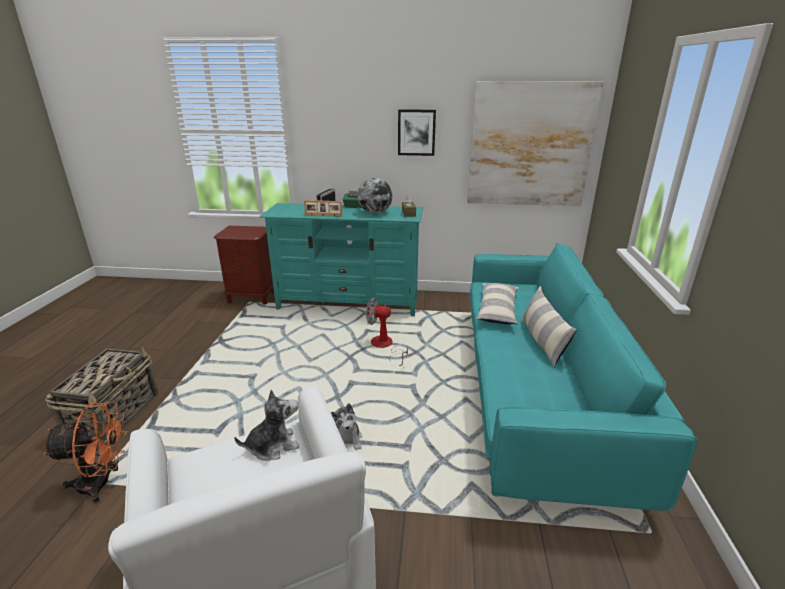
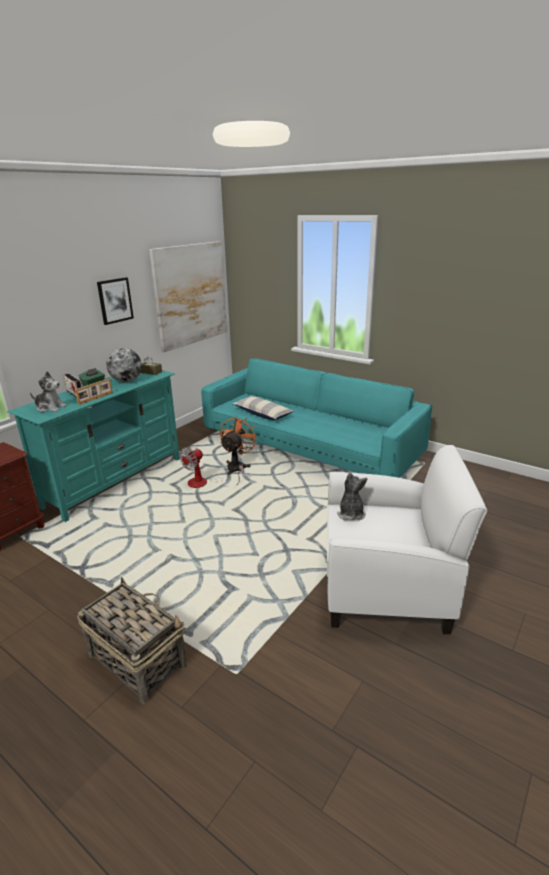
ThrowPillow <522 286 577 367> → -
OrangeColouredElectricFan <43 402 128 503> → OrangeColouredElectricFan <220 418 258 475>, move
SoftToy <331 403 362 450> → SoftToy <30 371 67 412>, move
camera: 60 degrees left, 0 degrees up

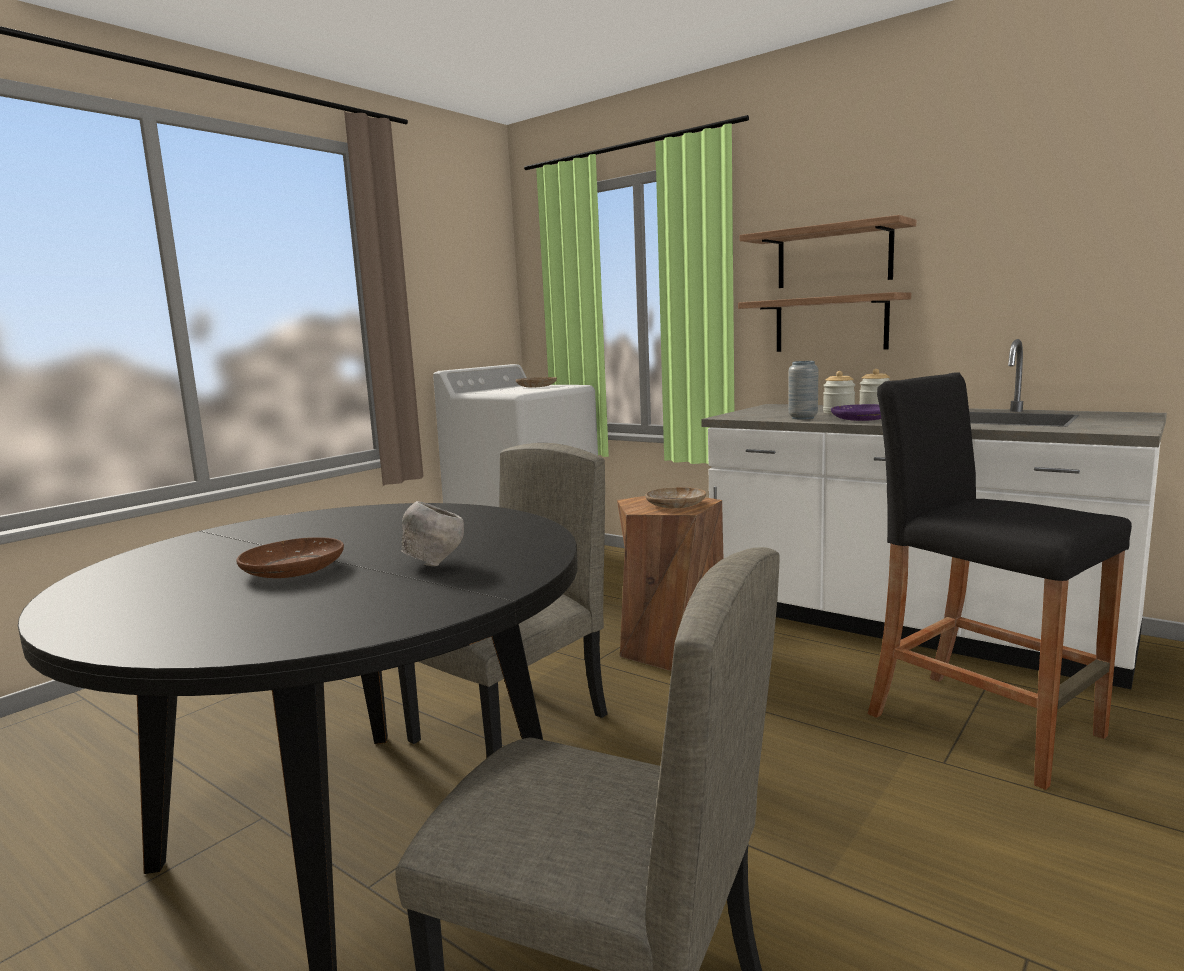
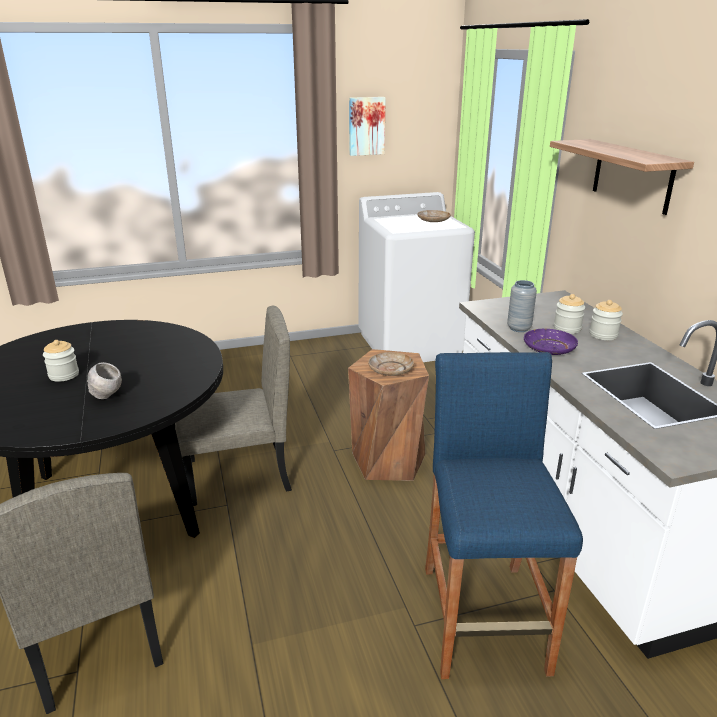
Shelf <738 292 911 352> → -
BlackishStoolSeat <868 372 1132 790> → BluishStoolSeat <425 352 583 679>
BrownColouredDinnerPlate <236 537 344 578> → Jar <43 340 79 382>
- → WallPicture <349 97 386 156>
camera: 35 degrees right, 15 degrees up

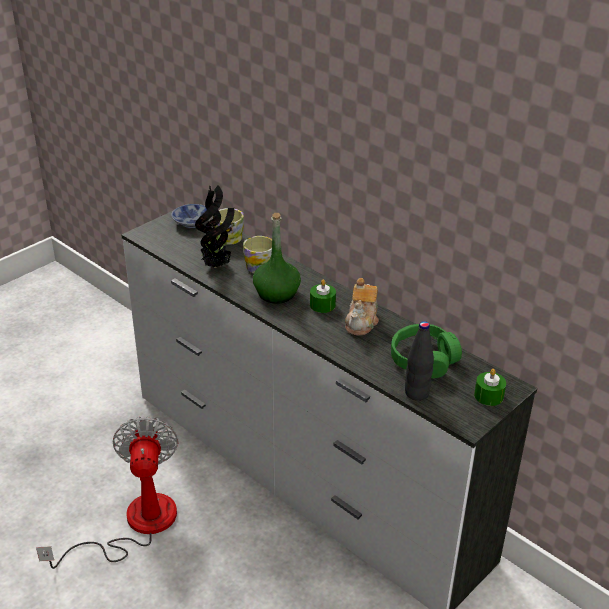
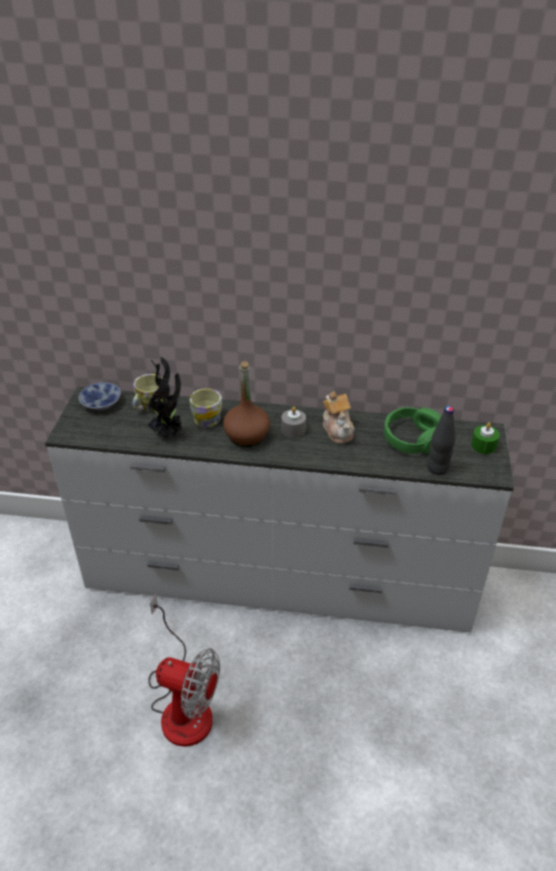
GreenColouredBottle <253 213 301 304> → BrownColouredBottle <223 361 270 447>
GreenColouredWaxLight <310 280 336 313> → GreyishWaxLight <281 406 306 437>
ElectricFan <36 416 179 569> → ElectricFan <148 594 220 747>, 150 degrees clockwise
camera: 35 degrees left, 5 degrees up

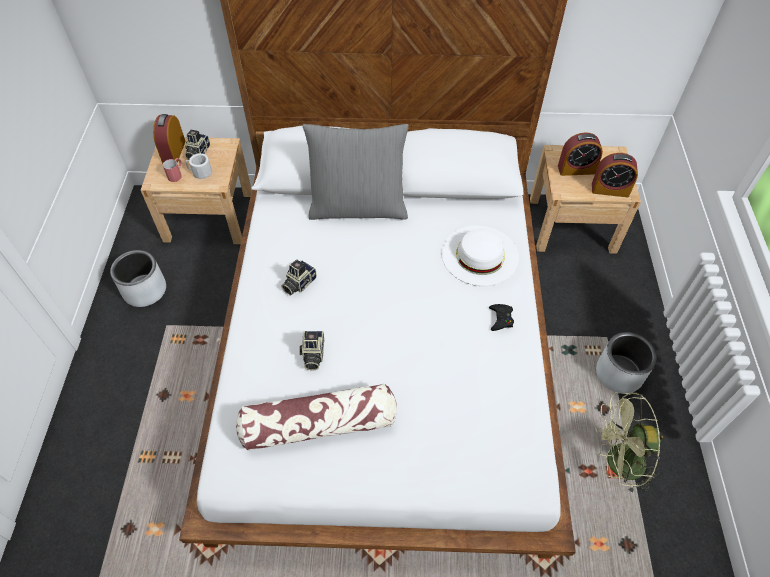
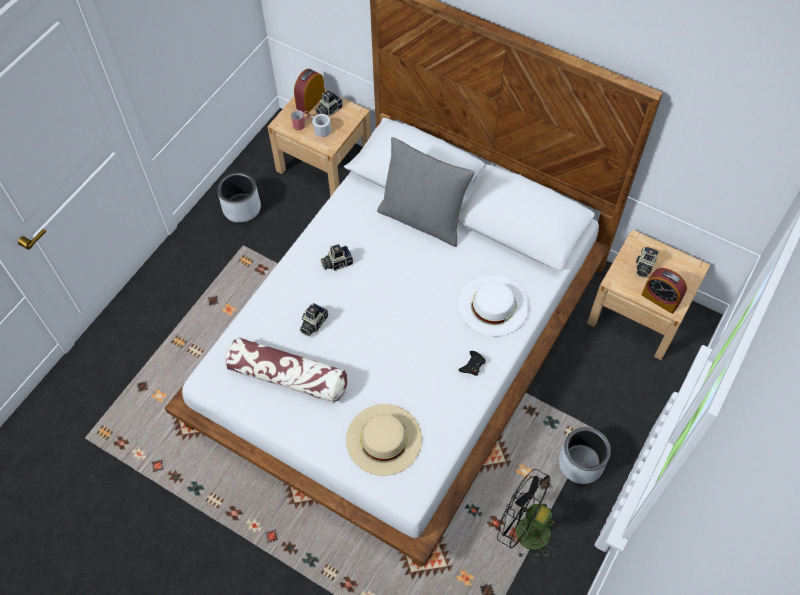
TableClock <558 133 603 176> → PhotoCamera <636 246 659 278>
GreenColouredElectricFan <596 393 664 495> → BlackishElectricFan <497 469 556 563>
- → BeigeColouredWearableHat <346 404 422 476>
camera: 30 degrees right, 5 degrees up

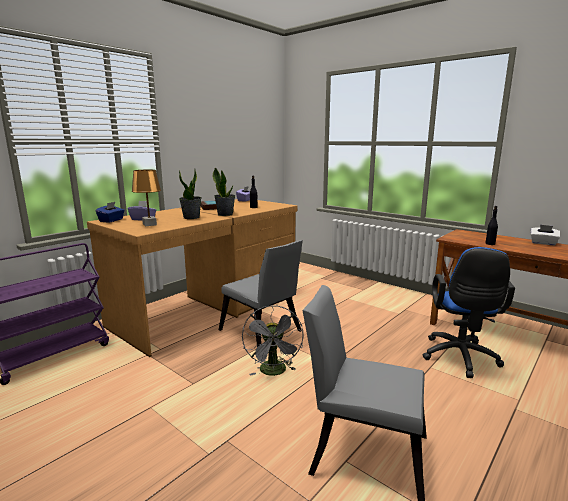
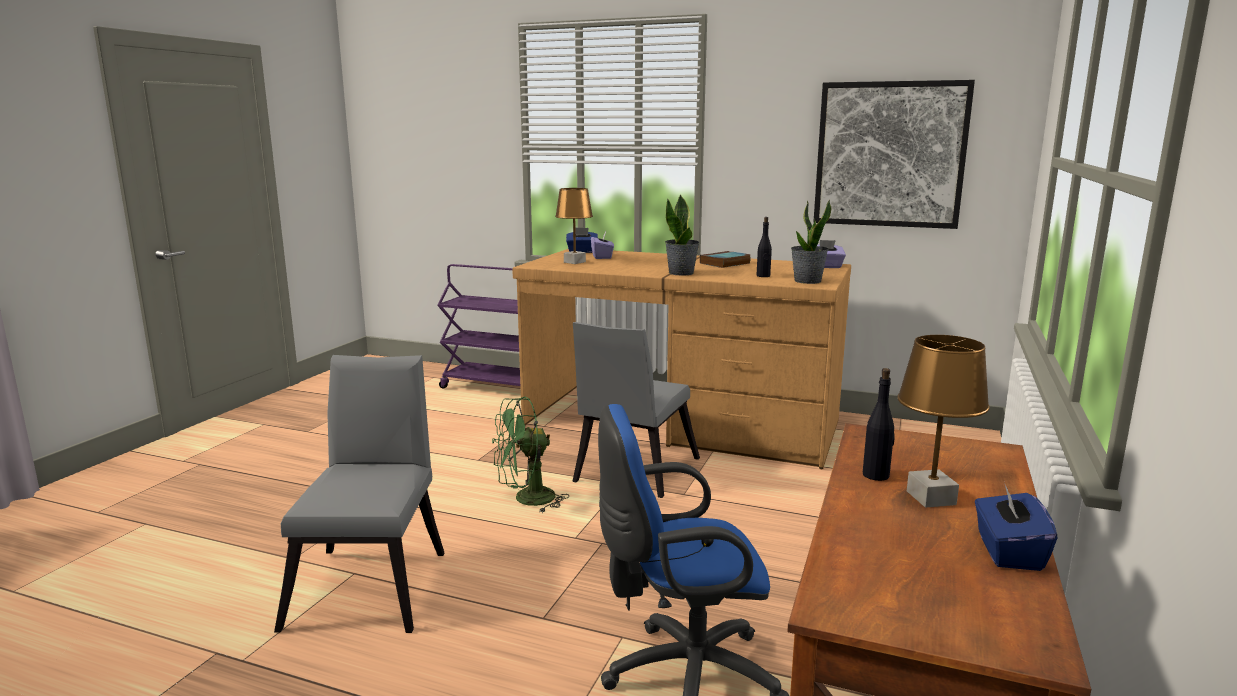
PottedPlant <179 170 201 219> → PottedPlant <791 200 832 284>, move
WhitishTissueBox <531 224 560 245> → BluishTissueBox <975 483 1058 571>
GreyishElectricFan <242 305 303 376> → GreenColouredElectricFan <492 397 569 513>
- → WallPicture <813 80 975 229>
- → BrownColouredLampForATable <897 335 990 508>
camera: 70 degrees right, 0 degrees up

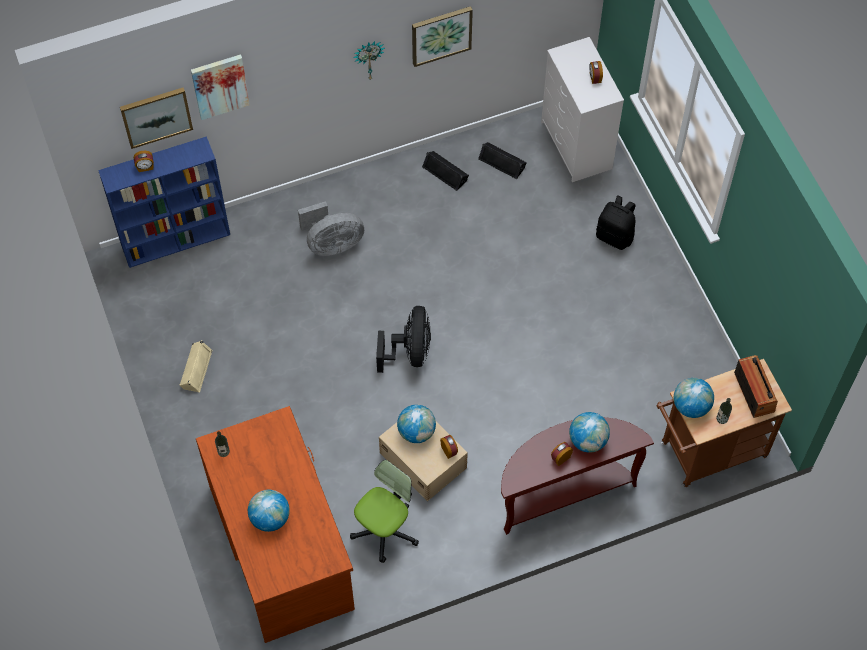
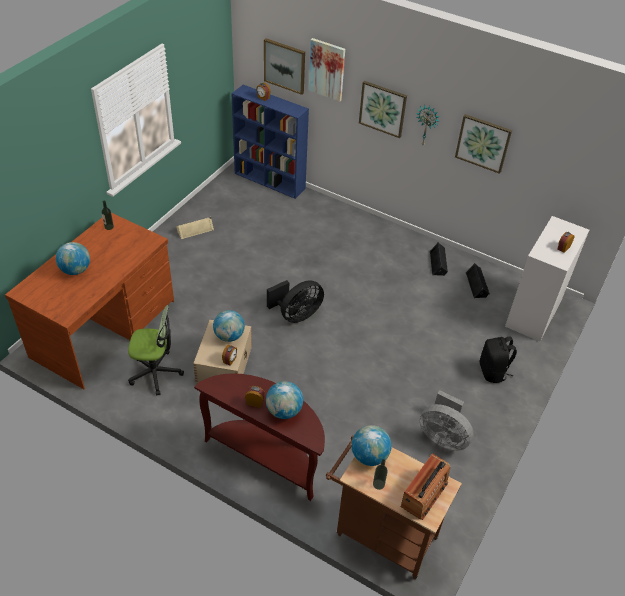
GreyishElectricFan <298 201 364 256> → GreyishElectricFan <420 390 473 451>, move
- → WallPicture <359 81 407 138>
camera: 50 degrees right, 15 degrees down

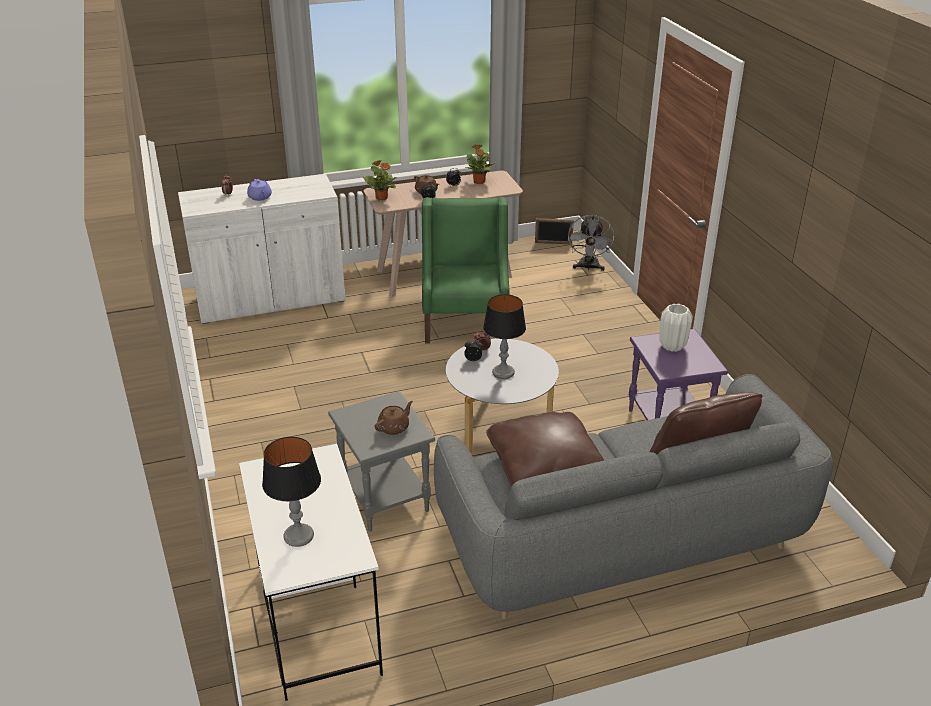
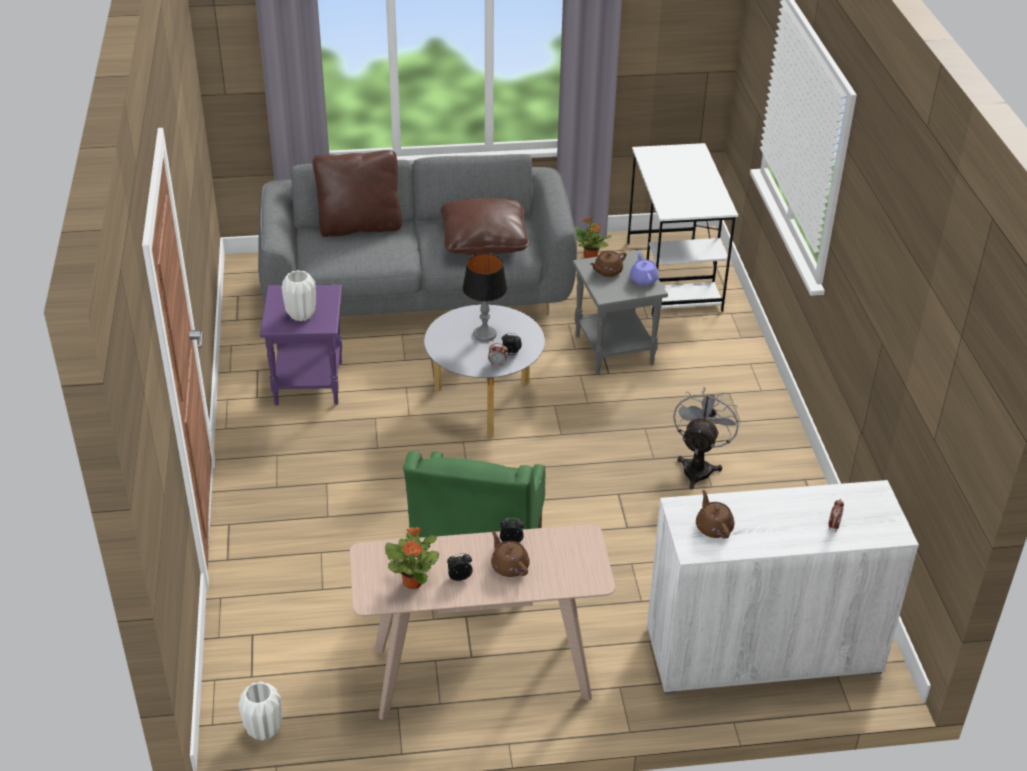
PottedPlant <363 160 397 200> → PottedPlant <575 217 612 258>, move
PurpleTeapot <247 179 272 201> → PurpleTeapot <630 252 659 286>, move
GreyishElectricFan <568 215 614 271> → GreyishElectricFan <673 387 740 490>, move
PhotoFrame <535 218 574 244> → WhitishDecorativeVase <238 681 282 741>
LampForATable <262 437 321 547> → -
- → BrownColouredTeapot <696 490 734 539>
camera: 170 degrees left, 5 degrees up

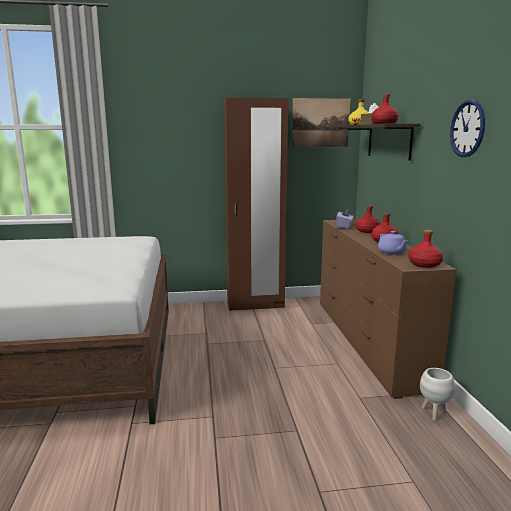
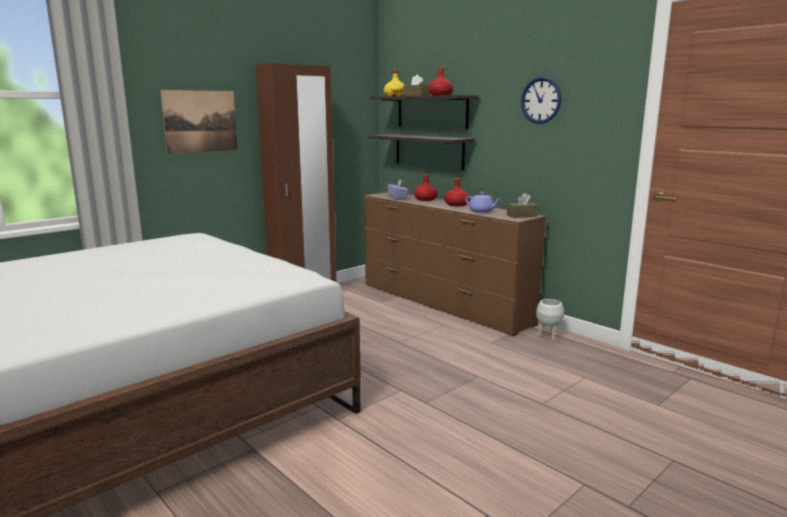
WallPicture <292 98 350 147> → WallPicture <160 90 238 154>, move
RedBottle <408 230 443 268> → BrownColouredTissueBox <507 193 539 218>
- → Shelf <368 134 474 170>
camera: 35 degrees left, 0 degrees up

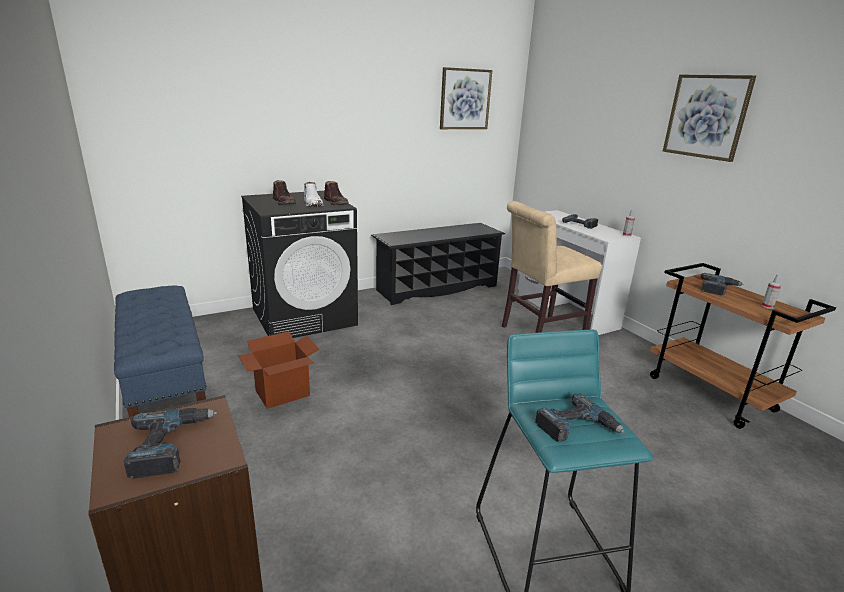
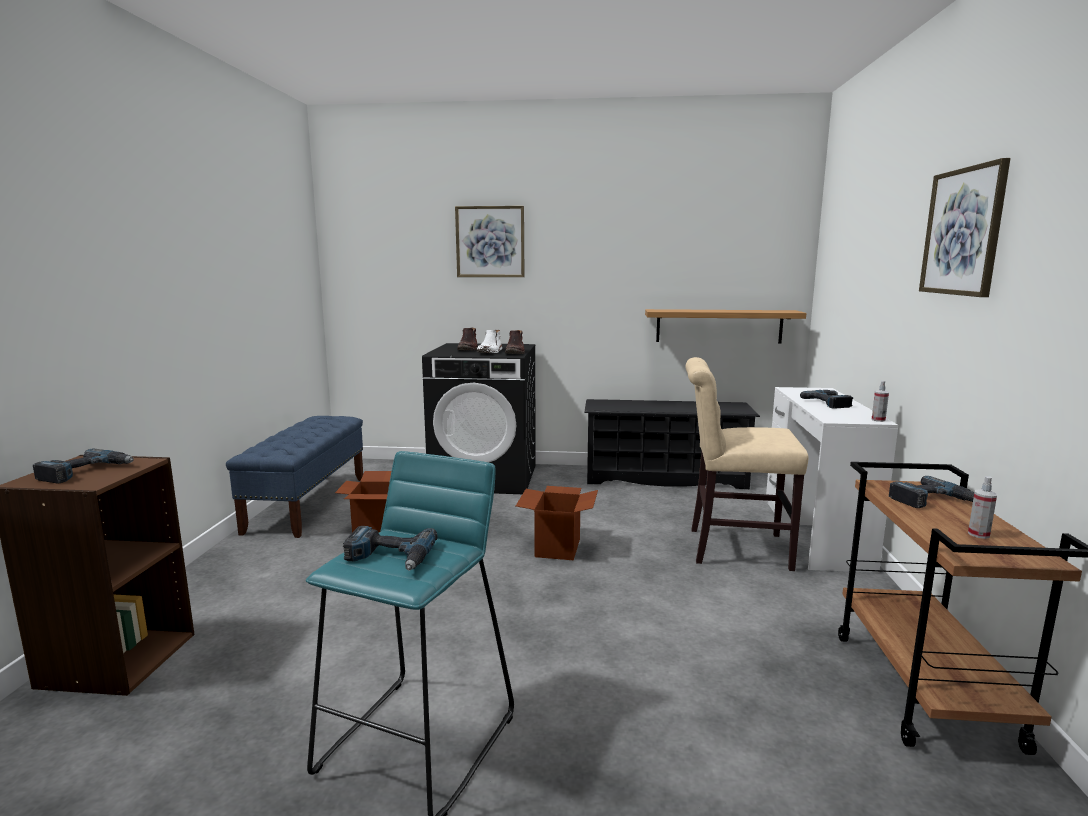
WallPicture <440 67 492 129> → WallPicture <455 206 524 277>, move
- → Shelf <645 309 806 343>
- → CardboardBox <516 486 598 560>
camera: 35 degrees right, 10 degrees down

